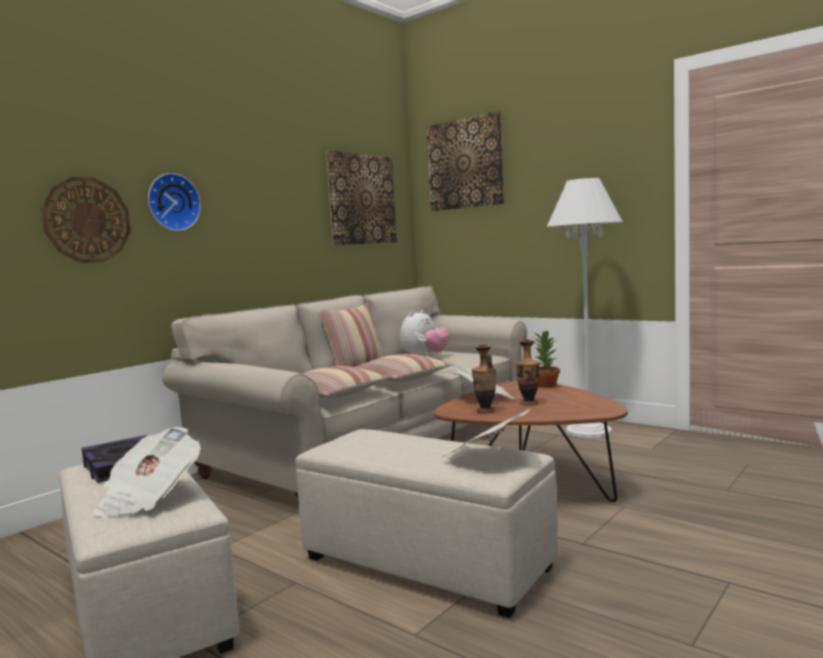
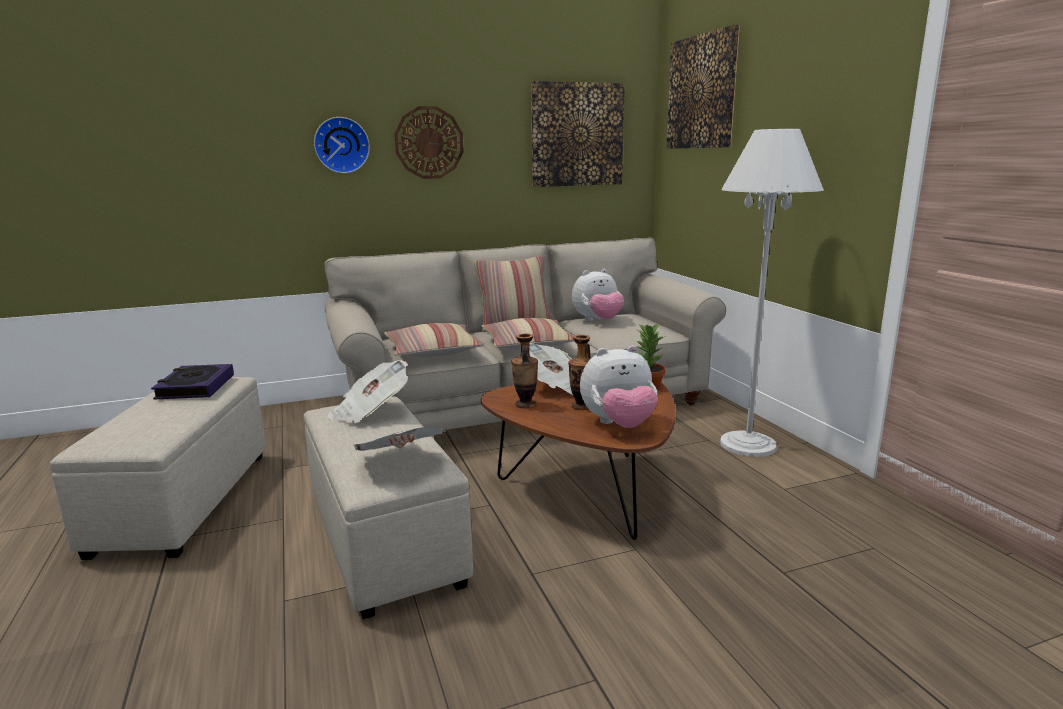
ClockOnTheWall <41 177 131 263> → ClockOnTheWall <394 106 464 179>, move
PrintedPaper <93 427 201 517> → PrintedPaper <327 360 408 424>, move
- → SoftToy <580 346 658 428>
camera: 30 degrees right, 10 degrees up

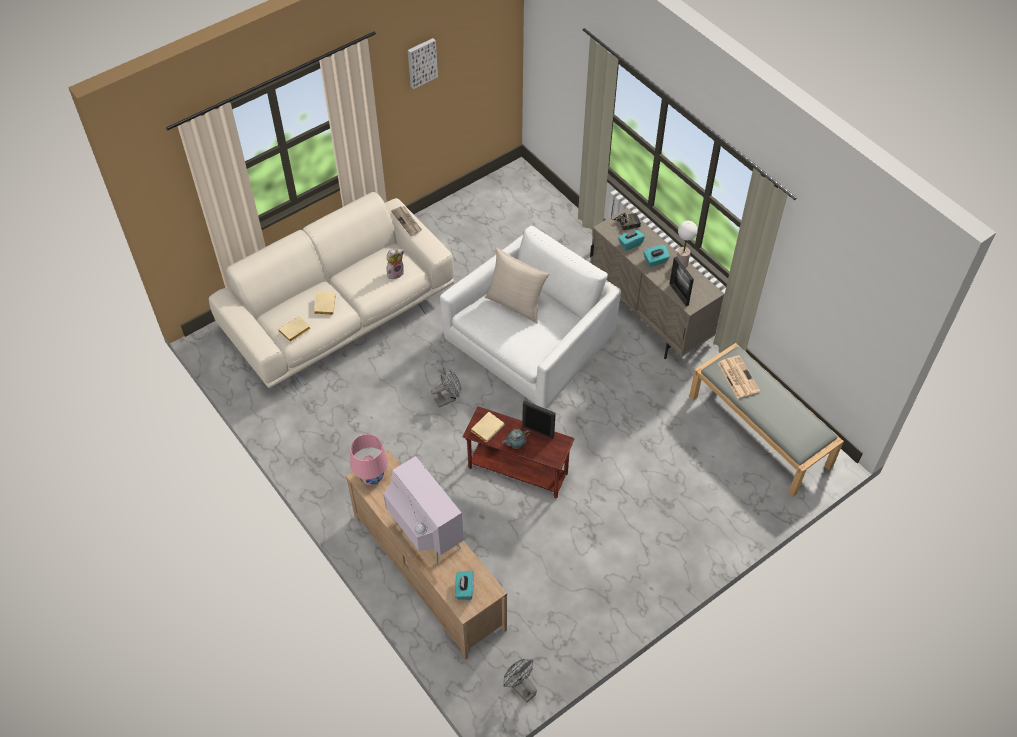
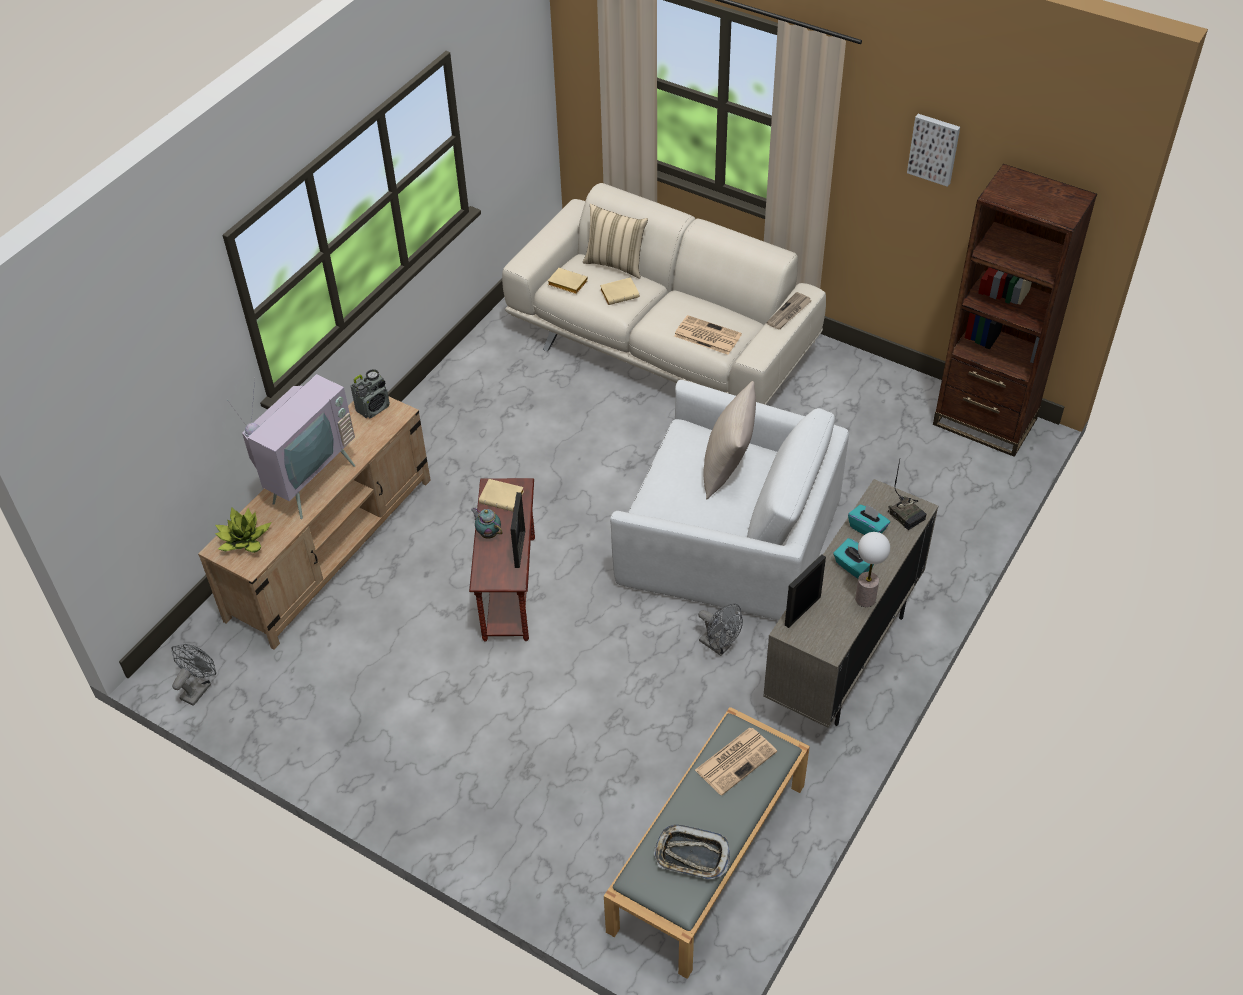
SoftToy <386 248 404 279> → PrintedPaper <674 315 742 355>
GreyishElectricFan <431 368 461 407> → GreyishElectricFan <698 603 743 656>, move
PinkishLampForATable <350 434 388 485> → Radio <351 369 390 418>
BlueGreenTissueBox <455 571 474 600> → PottedPlant <215 507 272 553>
- → BrownColouredBookcase <933 164 1097 457>
- → BeigeColouredThrowPillow <583 204 648 279>
- → ServingTray <654 824 730 880>
camera: 70 degrees right, 5 degrees down

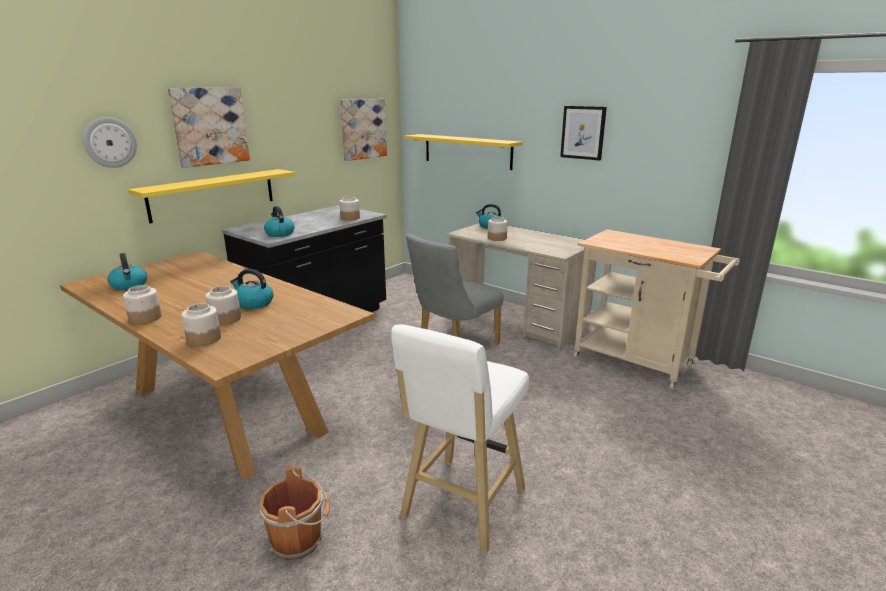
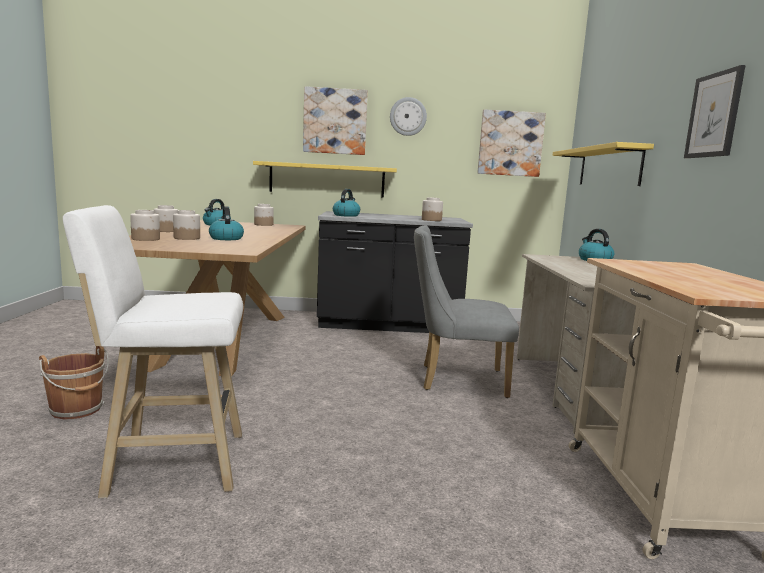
ClockOnTheWall <83 117 137 168> → ClockOnTheWall <390 97 427 136>, move
Jar <488 217 508 241> → Jar <254 204 274 226>, move
camera: 50 degrees right, 10 degrees down

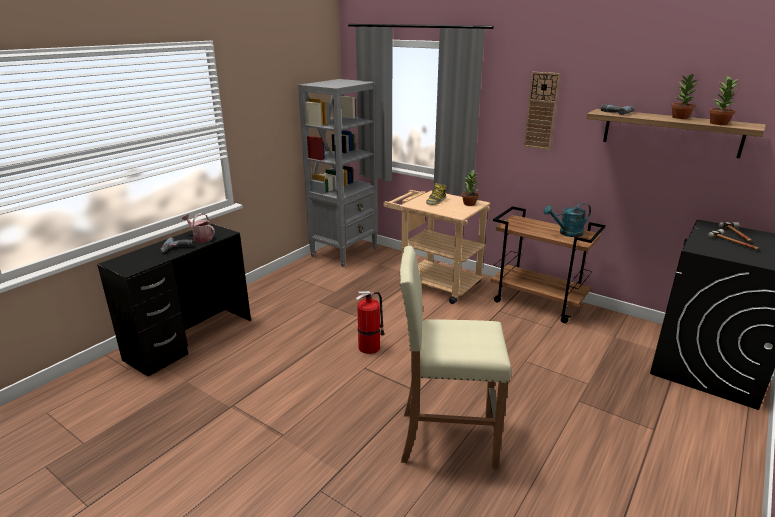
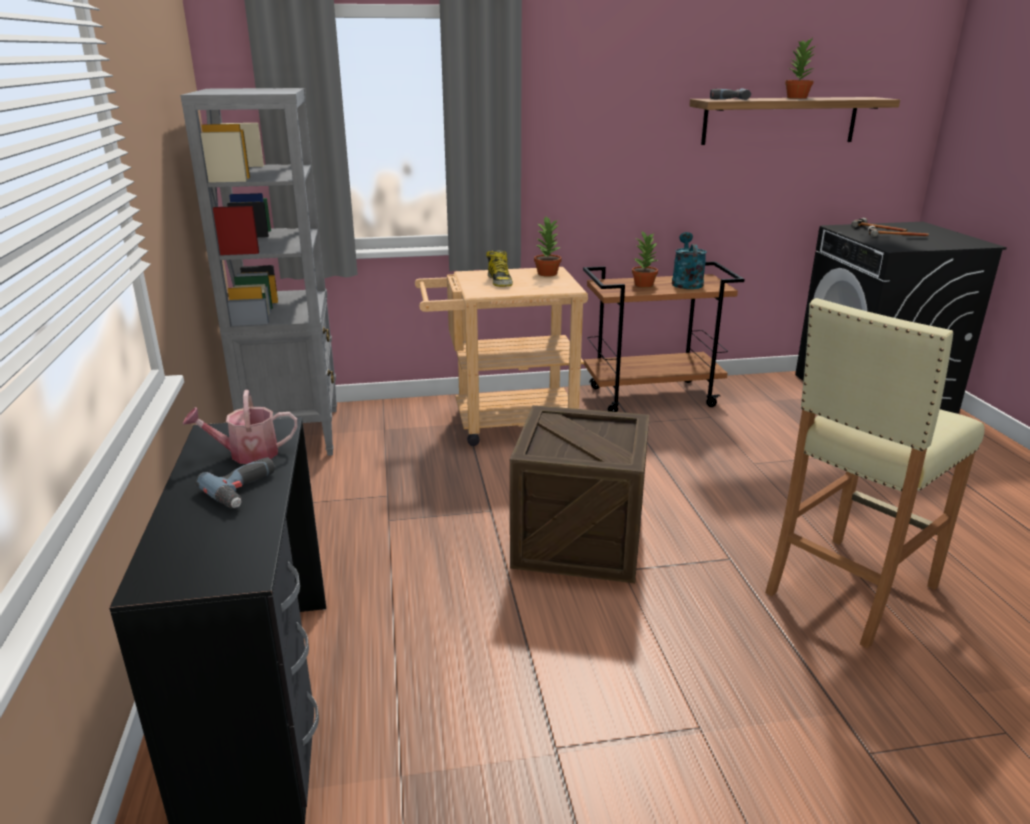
ClockOnTheWall <524 72 560 150> → -
PottedPlant <709 76 740 125> → PottedPlant <632 230 658 287>, move
BlueGreenWateringPot <543 203 591 237> → BlueGreenWateringPot <672 232 707 289>, 150 degrees clockwise
FireExtinguisher <356 291 385 354> → Crate <510 405 649 583>
camera: 45 degrees left, 0 degrees up

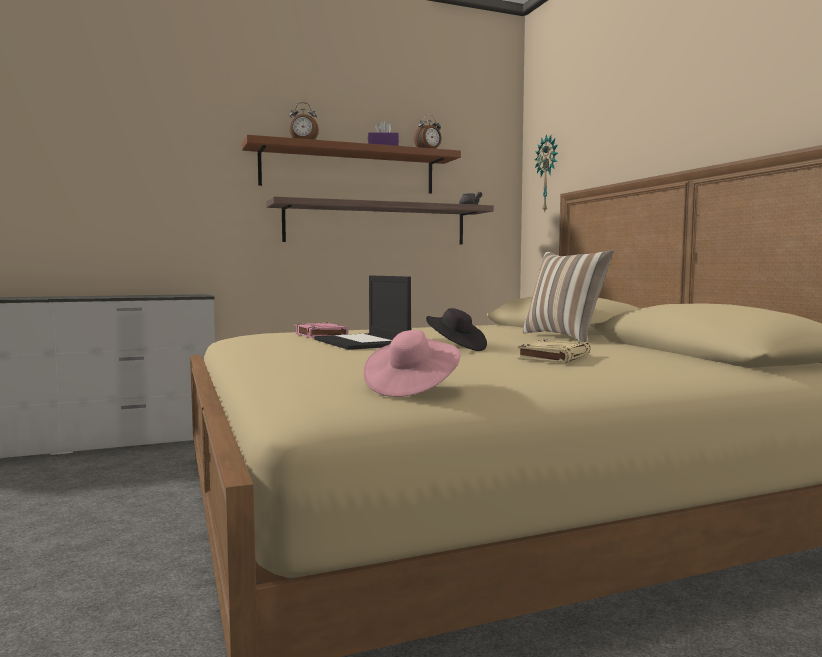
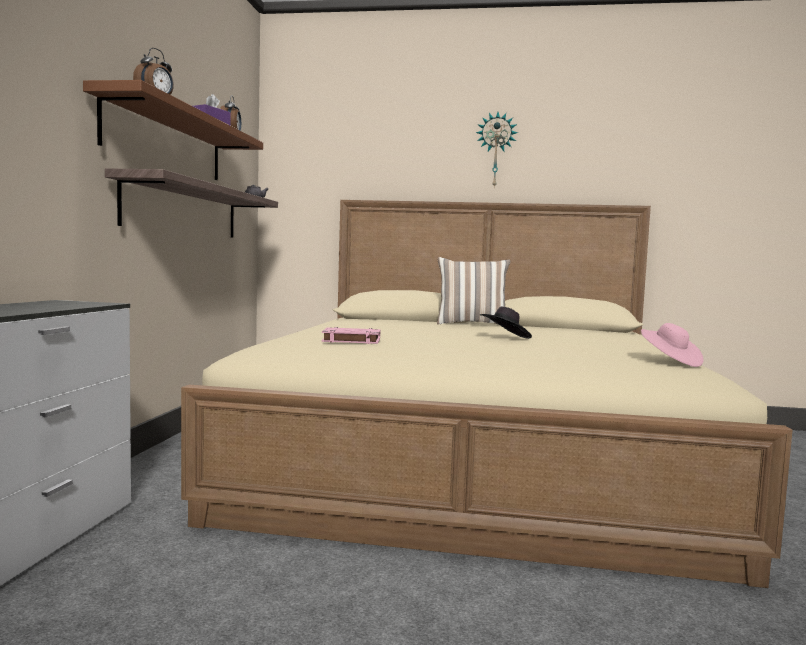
ClockOnTheWall <535 134 558 212> → ClockOnTheWall <476 112 518 187>, move
NotebookComputer <314 276 411 350> → -
BeigeColouredBoundBook <518 340 590 363> → -
camera: 60 degrees left, 0 degrees up

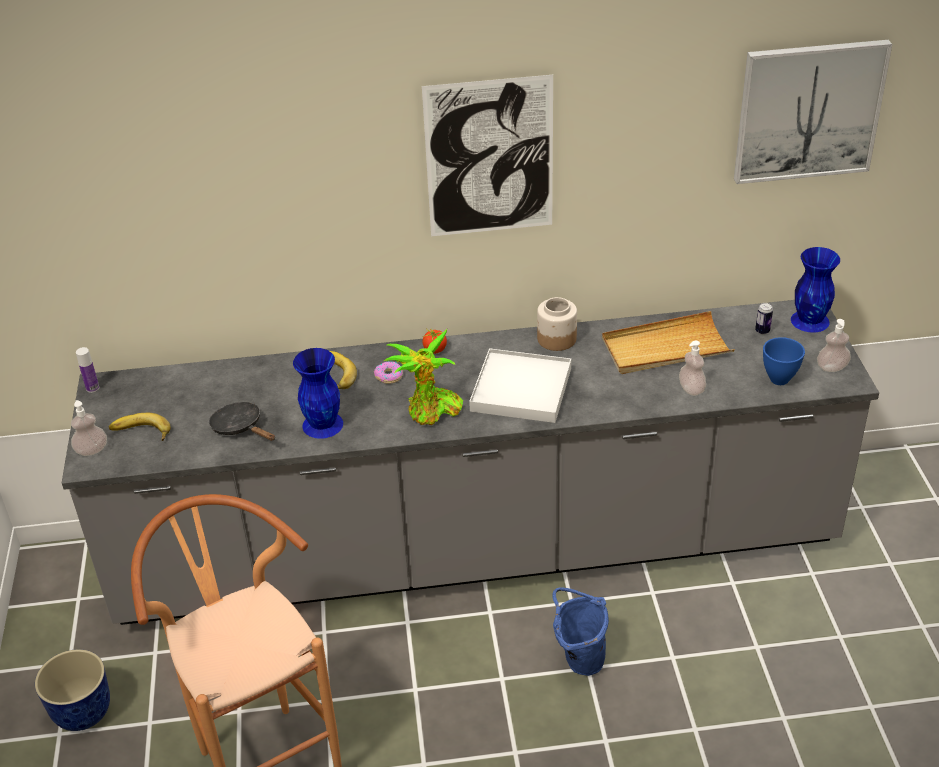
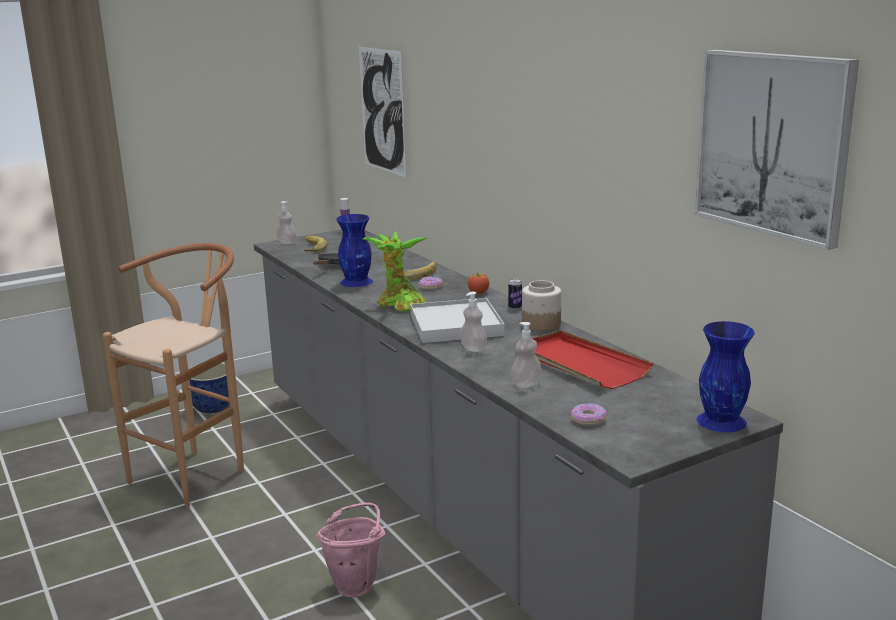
WallPicture <422 75 553 236> → WallPicture <359 47 406 177>, move
SealedCan <755 303 773 335> → SealedCan <508 279 522 310>, move
BeigeColouredServingTray <602 311 735 374> → RedServingTray <516 330 654 389>
SoapDispenser <817 319 851 372> → SoapDispenser <460 292 487 352>, move
BluishServingBowl <763 337 805 385> → Donut <571 403 607 426>
BluishPail <552 587 609 676> → PinkishPail <316 503 386 597>
camera: 65 degrees right, 20 degrees down

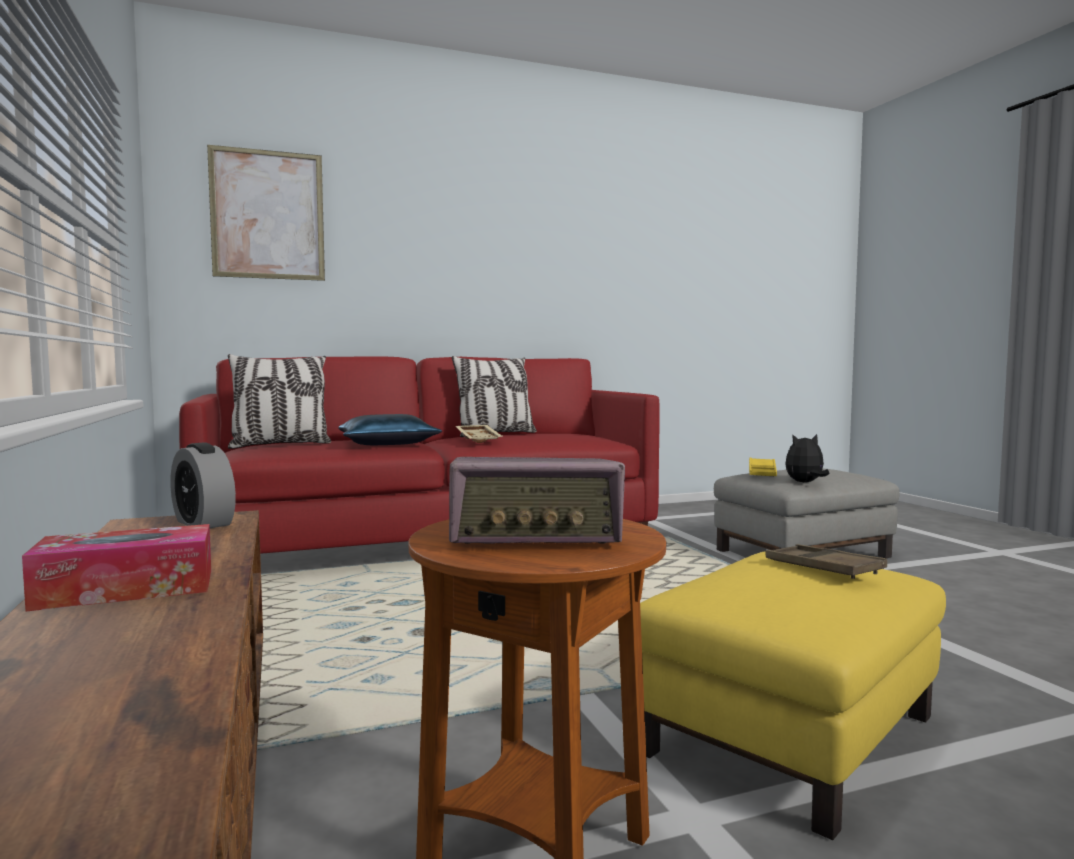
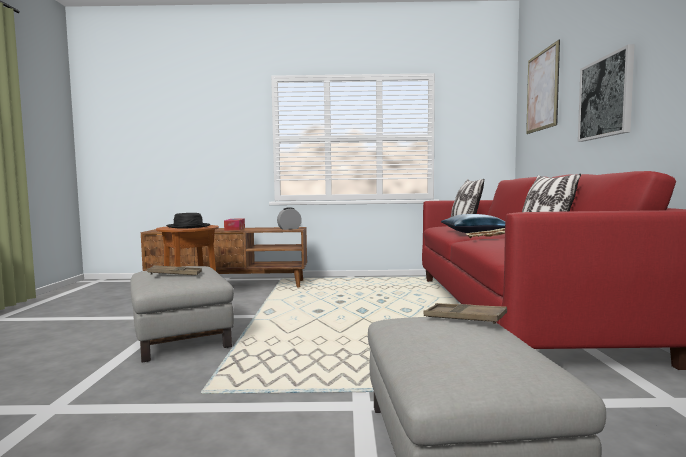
SoftToy <785 434 830 482> → -
Radio <449 457 625 544> → BlackishWearableHat <166 213 210 229>
YellowServingTray <749 458 777 476> → BrownColouredServingTray <423 303 507 324>
YellowOttoman <640 551 946 840> → GreyishOttoman <130 266 234 363>
- → WallPicture <578 44 635 142>
camera: 110 degrees right, 0 degrees up

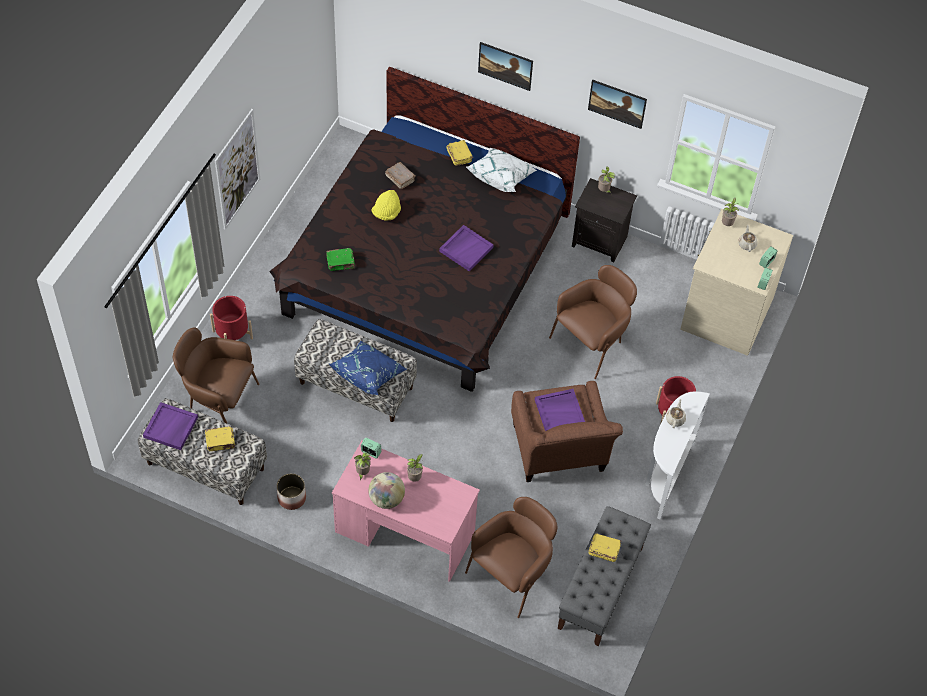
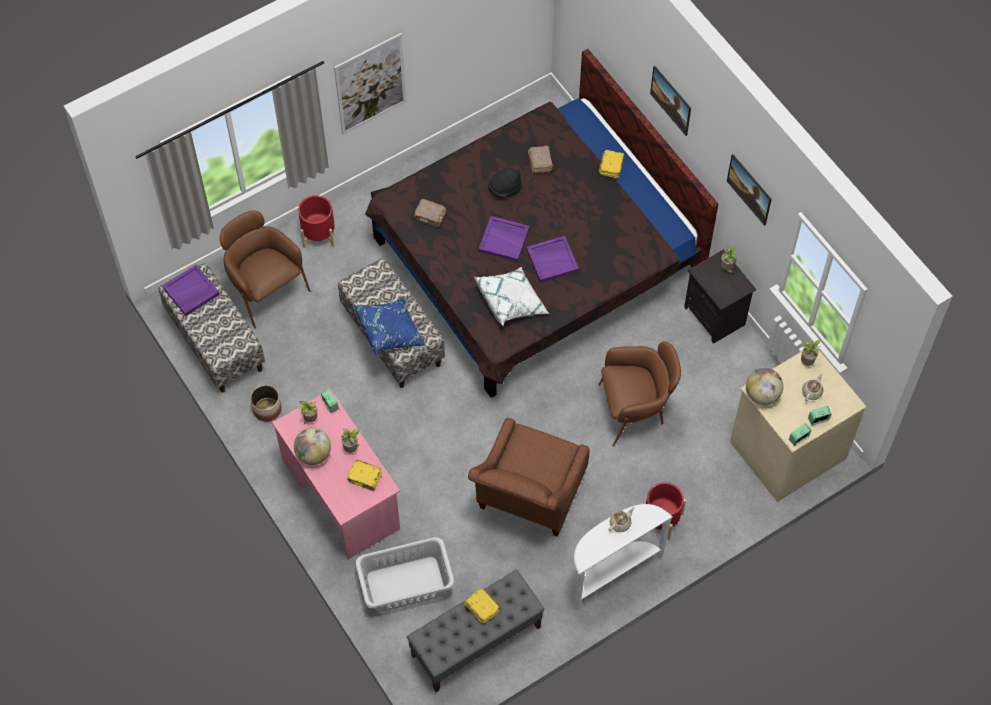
WhitishThrowPillow <466 148 537 192> → WhitishThrowPillow <474 267 549 327>, move
YellowWearableHat <372 190 401 221> → BlackishWearableHat <488 168 522 198>
GreenColouredBoundBook <326 248 355 271> → BrownColouredBoundBook <414 199 446 227>
PurpleServingTray <535 389 585 431> → PurpleServingTray <479 216 530 262>, move
YellowBoundBook <205 426 235 451> → YellowBoundBook <347 460 382 491>, move
BrownColouredEasyChair <465 497 557 618> → GreyishHamper <355 537 455 612>
- → Globe <746 368 783 405>
camera: 35 degrees right, 5 degrees up

